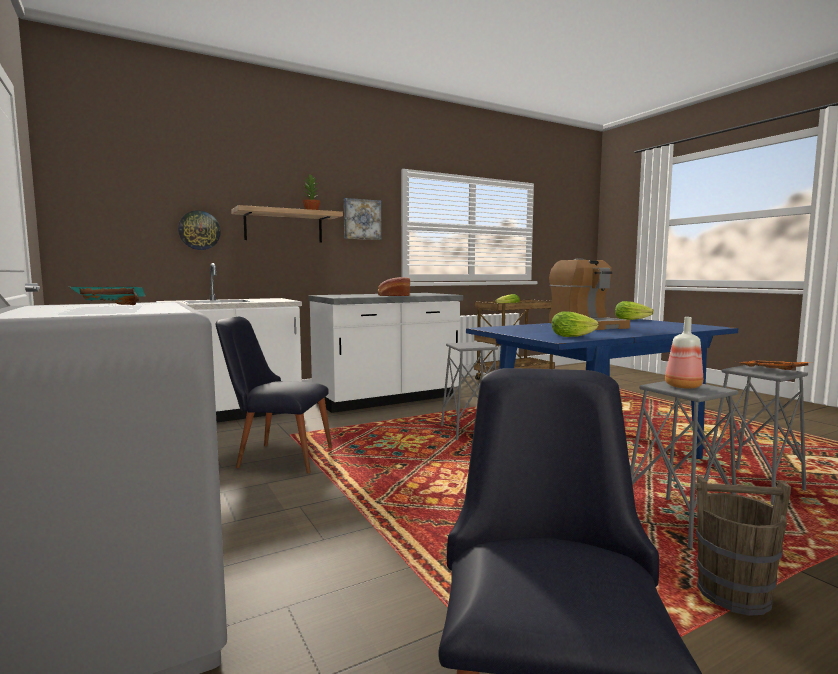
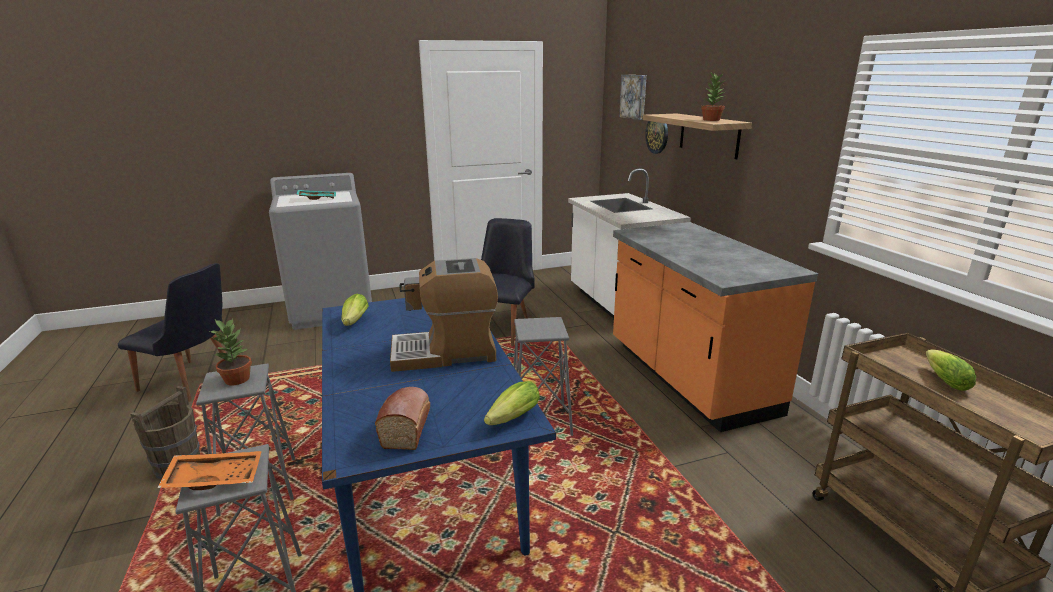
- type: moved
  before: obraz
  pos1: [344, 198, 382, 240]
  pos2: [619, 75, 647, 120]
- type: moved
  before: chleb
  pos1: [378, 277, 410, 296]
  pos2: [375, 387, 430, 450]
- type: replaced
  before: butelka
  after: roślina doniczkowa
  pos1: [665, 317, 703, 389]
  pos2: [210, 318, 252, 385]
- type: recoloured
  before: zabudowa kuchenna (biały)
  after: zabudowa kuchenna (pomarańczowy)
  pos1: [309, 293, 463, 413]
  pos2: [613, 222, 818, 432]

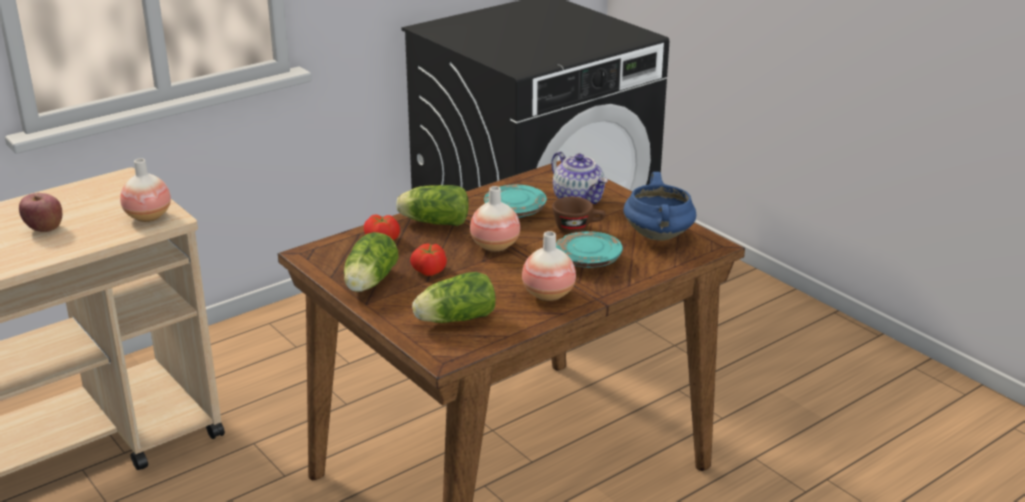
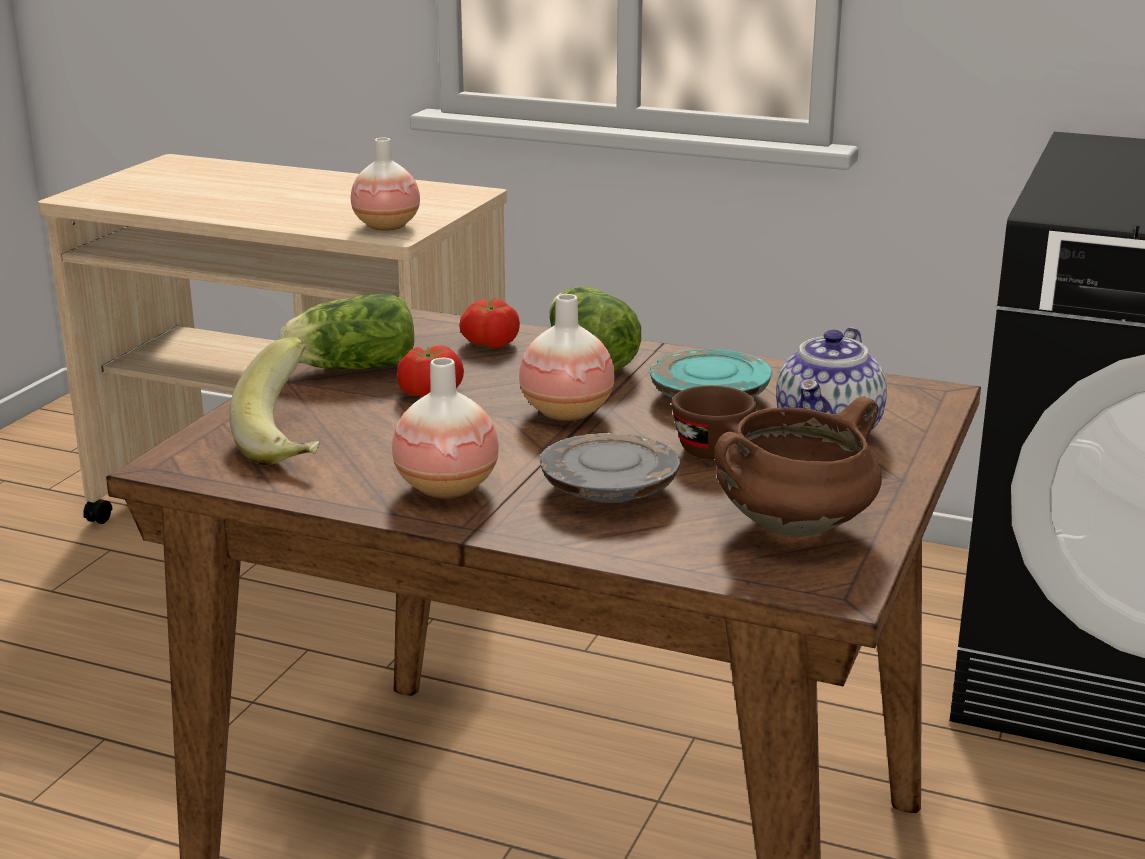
- type: removed
  before: jabłko
  pos1: [19, 193, 62, 232]
- type: replaced
  before: sałata
  after: banan
  pos1: [412, 272, 495, 323]
  pos2: [230, 337, 320, 465]
- type: recoloured
  before: talerz (turkusowy)
  after: talerz (szary)
  pos1: [556, 231, 623, 268]
  pos2: [540, 433, 680, 503]
- type: recoloured
  before: garnek (niebieski)
  after: garnek (brązowy)
  pos1: [623, 172, 696, 240]
  pos2: [715, 396, 882, 537]

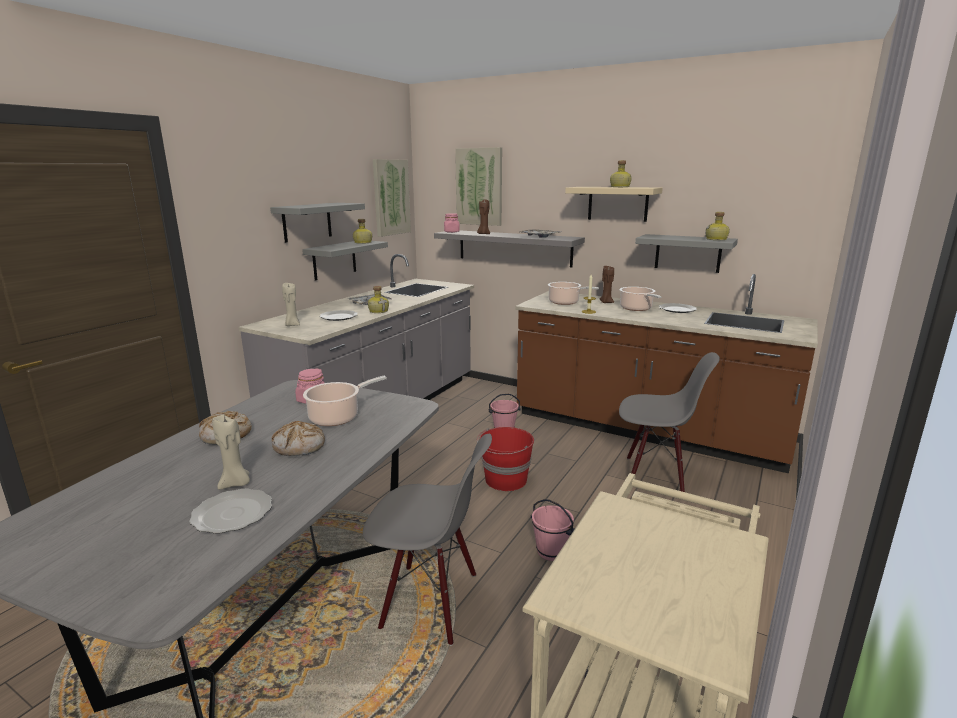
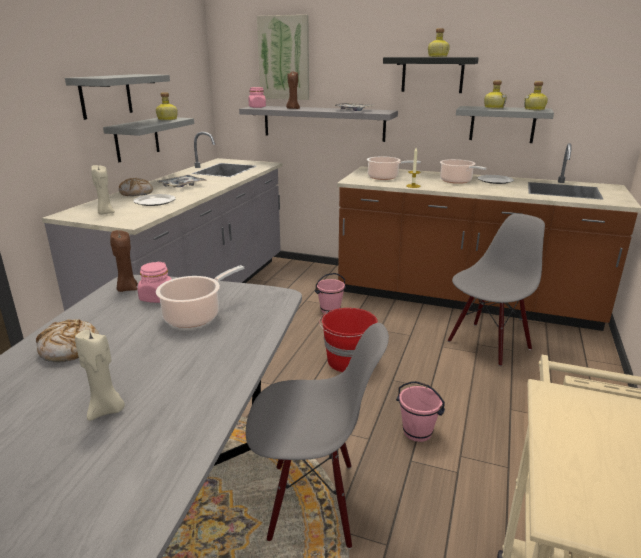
- type: removed
  before: talerz
  pos1: [189, 489, 272, 534]
- type: removed
  before: obraz
  pos1: [373, 159, 411, 237]
- type: moved
  before: chleb
  pos1: [272, 421, 325, 456]
  pos2: [119, 178, 153, 196]
- type: moved
  before: butelka
  pos1: [368, 286, 389, 313]
  pos2: [484, 80, 507, 109]
- type: moved
  before: świeca (brązowy)
  pos1: [599, 266, 614, 303]
  pos2: [110, 230, 138, 292]
- type: recoloured
  before: półka (beżowy)
  after: półka (czarny)
  pos1: [565, 187, 663, 222]
  pos2: [383, 57, 479, 93]
- type: turned
  before: krzesło (szary)
  pos1: [619, 352, 720, 492]
  pos2: [448, 213, 545, 366]
  turn: -45

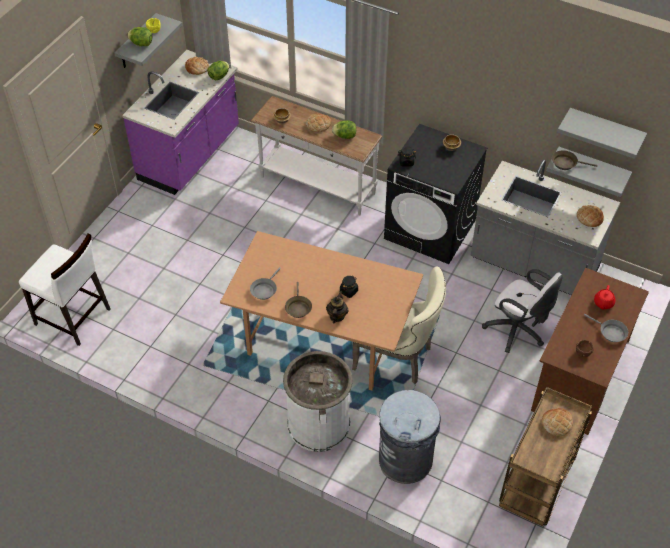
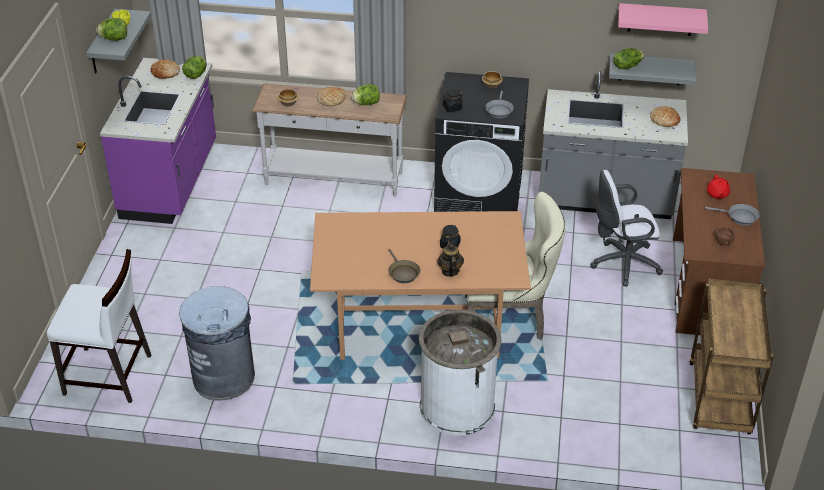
- type: removed
  before: chleb
  pos1: [542, 408, 573, 436]
- type: moved
  before: patelnia (szary)
  pos1: [250, 267, 281, 300]
  pos2: [485, 91, 514, 118]
- type: moved
  before: kosz na śmieci (szary)
  pos1: [379, 390, 441, 484]
  pos2: [179, 286, 255, 401]
- type: replaced
  before: patelnia (brązowy)
  after: sałata
  pos1: [552, 150, 597, 170]
  pos2: [613, 48, 645, 69]
- type: recoloured
  before: półka (szary)
  after: półka (różowy)
  pos1: [557, 108, 647, 159]
  pos2: [618, 3, 708, 36]
- type: turned
  before: krzesło biurowe (biały)
  pos1: [482, 269, 563, 353]
  pos2: [590, 170, 663, 286]
  turn: 150

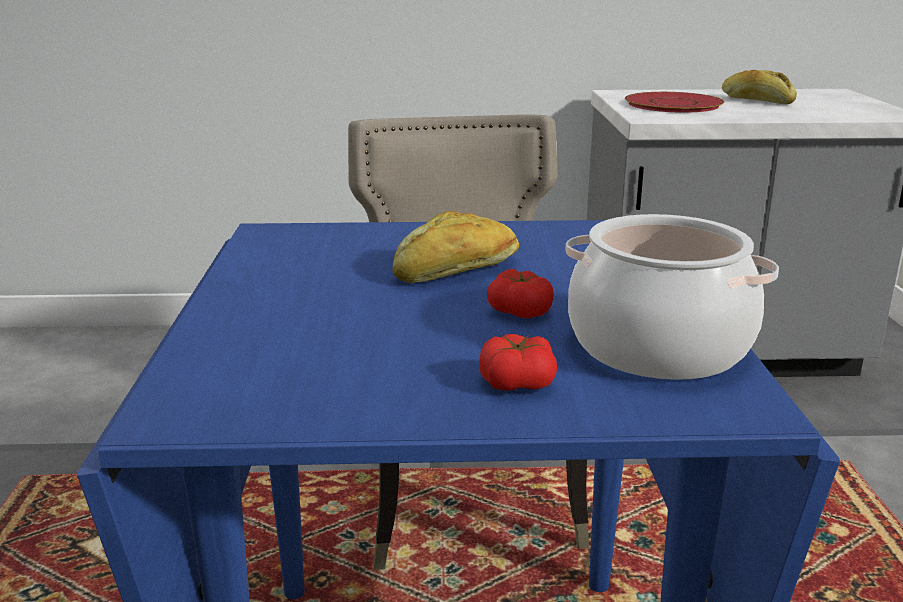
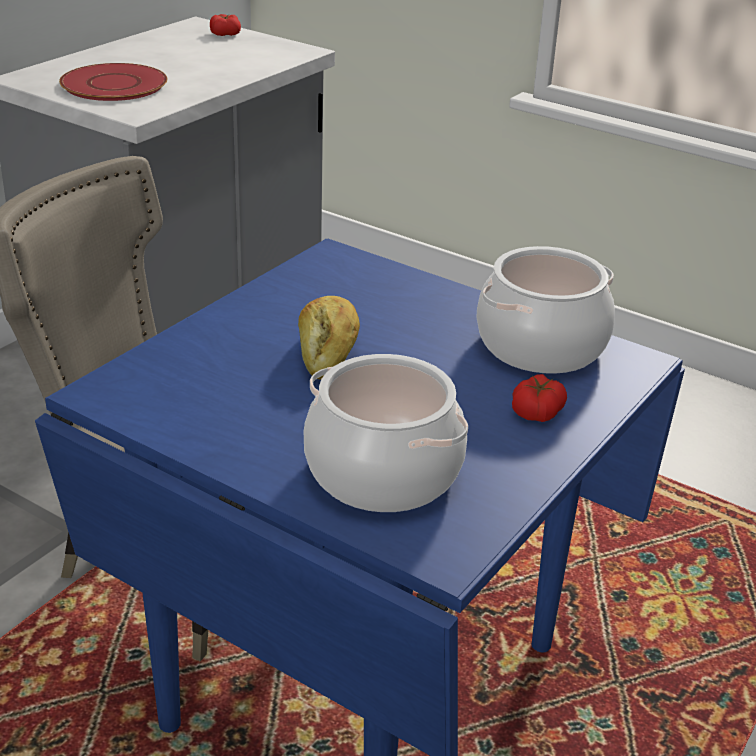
- type: removed
  before: chleb
  pos1: [722, 70, 797, 104]
- type: added
  after: garnek
  pos2: [304, 354, 468, 512]
- type: moved
  before: pomidor
  pos1: [487, 269, 554, 318]
  pos2: [210, 14, 241, 36]

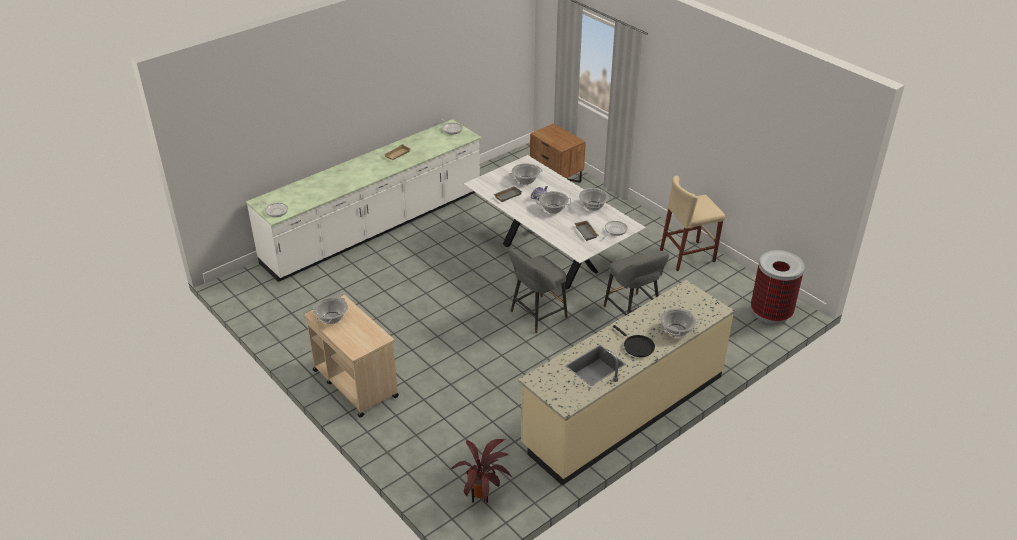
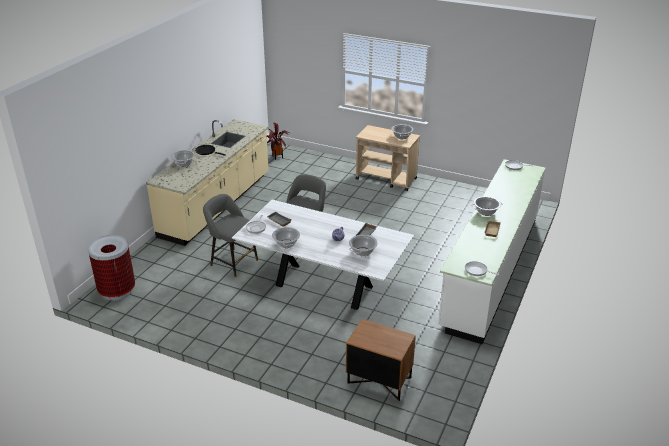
- type: removed
  before: stołek (beżowy)
  pos1: [660, 176, 725, 271]
- type: moved
  before: garnek
  pos1: [536, 191, 571, 214]
  pos2: [471, 196, 503, 216]

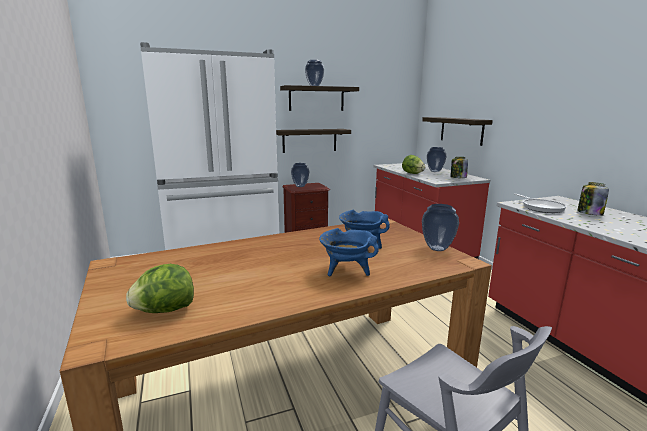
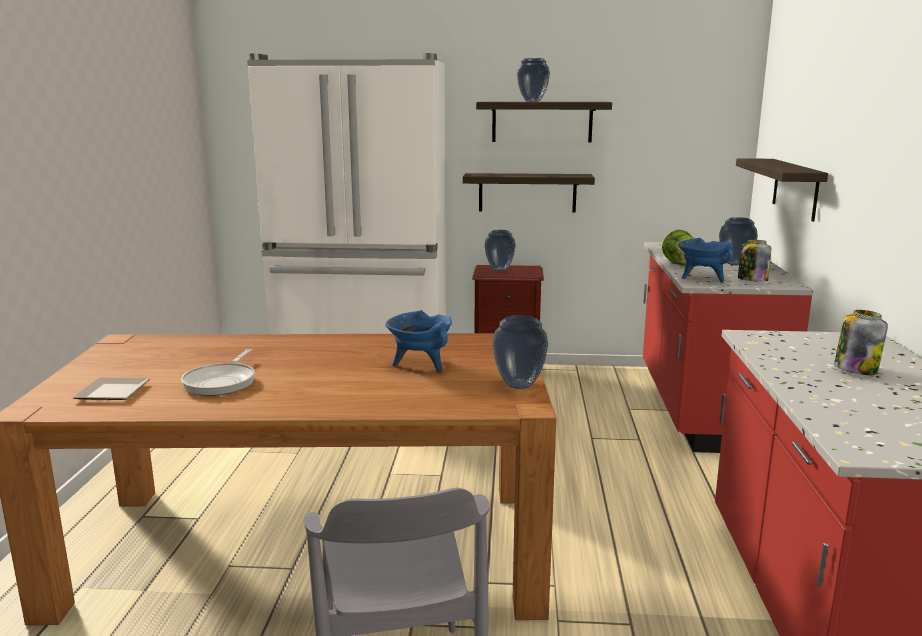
- type: moved
  before: garnek (niebieski)
  pos1: [319, 228, 379, 276]
  pos2: [678, 238, 733, 282]
- type: moved
  before: patelnia
  pos1: [514, 194, 567, 213]
  pos2: [181, 349, 255, 396]
- type: replaced
  before: sałata
  after: talerz
  pos1: [126, 264, 194, 313]
  pos2: [72, 377, 150, 400]

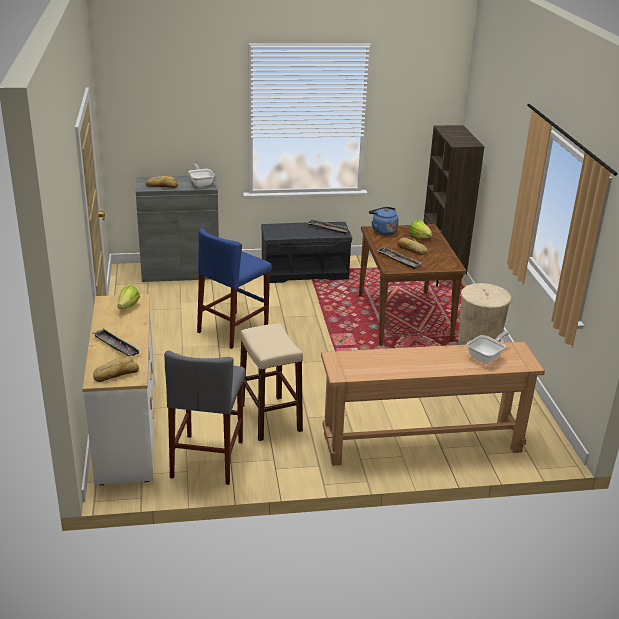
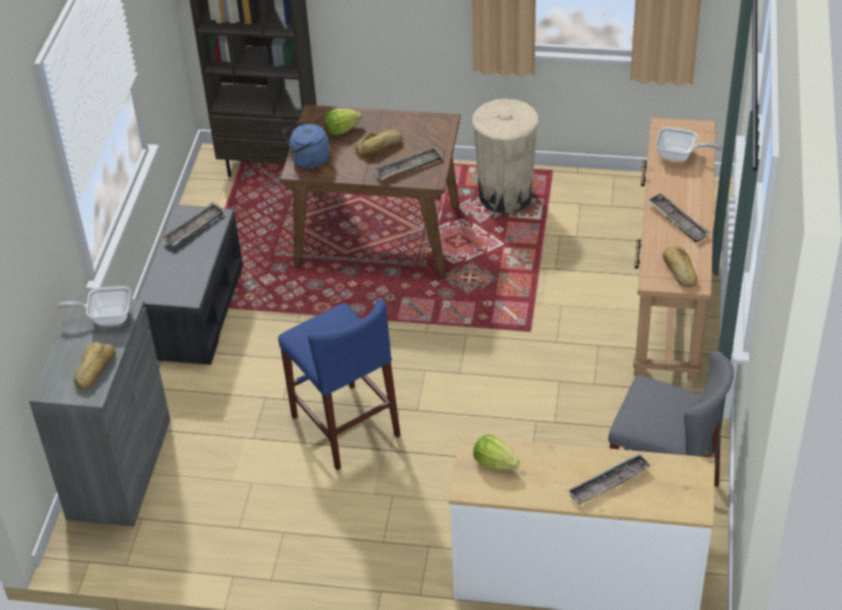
- type: removed
  before: stołek (beżowy)
  pos1: [240, 323, 303, 441]
- type: added
  after: taca
  pos2: [647, 193, 710, 243]
- type: moved
  before: chleb
  pos1: [93, 357, 139, 382]
  pos2: [663, 246, 697, 287]
- type: turned
  before: patelnia
  pos1: [467, 332, 509, 364]
  pos2: [655, 127, 723, 161]
  turn: 135

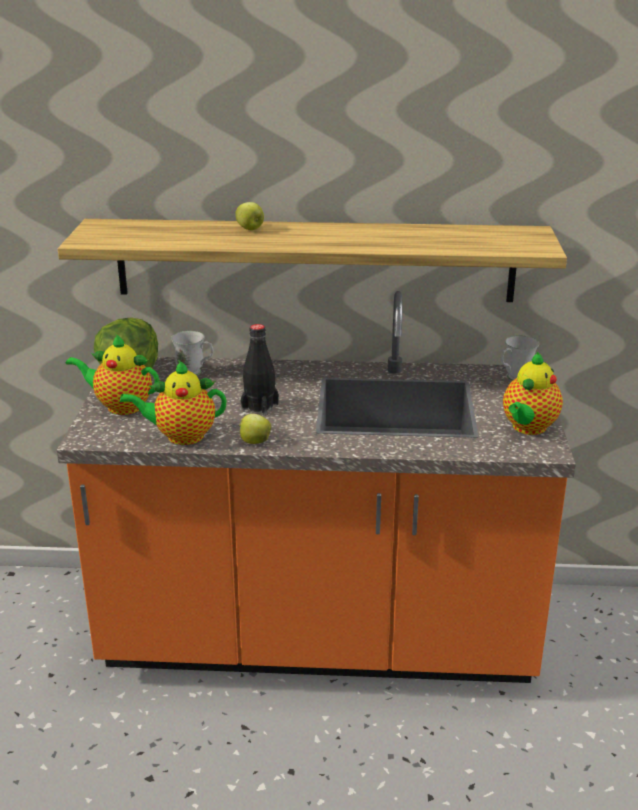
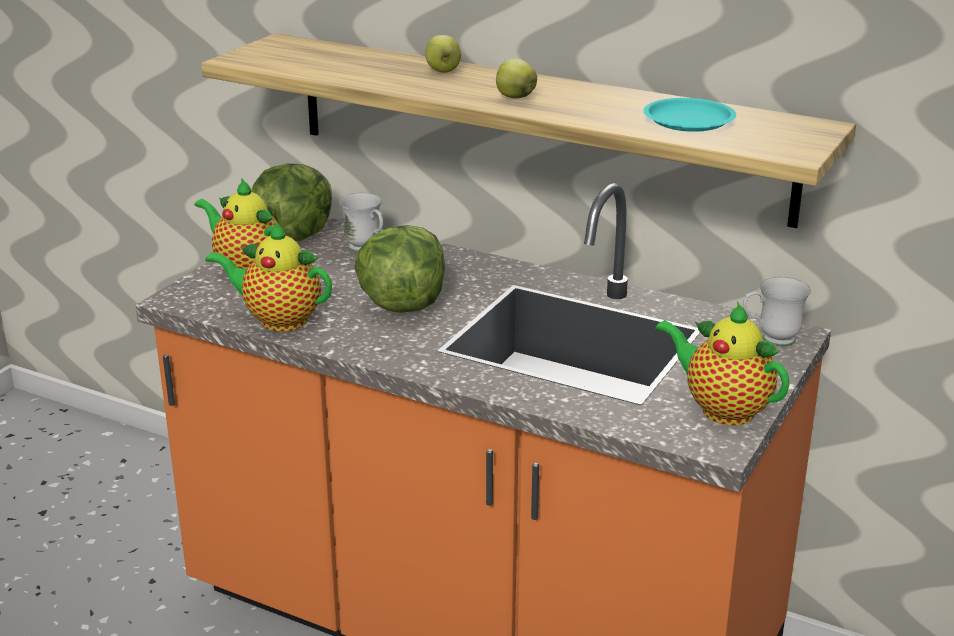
- type: added
  after: talerz (turkusowy)
  pos2: [643, 98, 736, 132]
- type: moved
  before: jabłko
  pos1: [239, 414, 271, 444]
  pos2: [496, 58, 537, 99]
- type: replaced
  before: butelka (czarny)
  after: sałata
  pos1: [241, 324, 279, 415]
  pos2: [354, 225, 445, 313]
- type: turned
  before: imbryk
  pos1: [503, 352, 563, 435]
  pos2: [655, 302, 790, 425]
  turn: 75

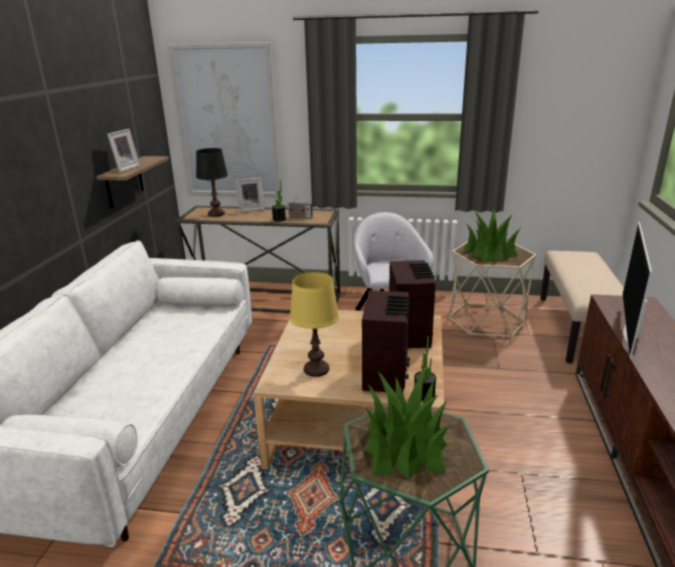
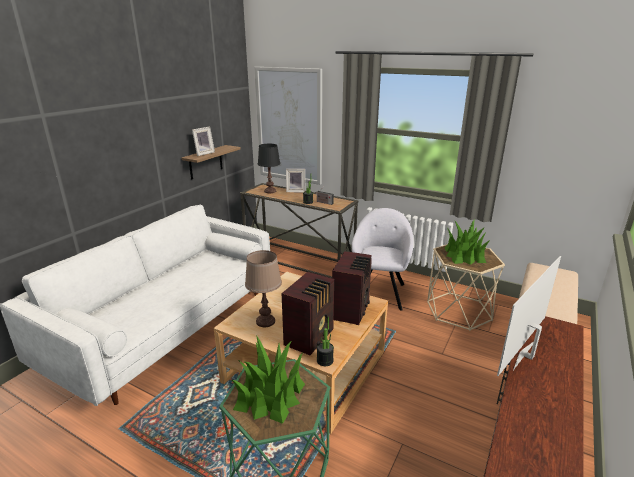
- type: recoloured
  before: lampa stołowa (żółty)
  after: lampa stołowa (brązowy)
  pos1: [289, 272, 339, 377]
  pos2: [245, 250, 282, 327]

